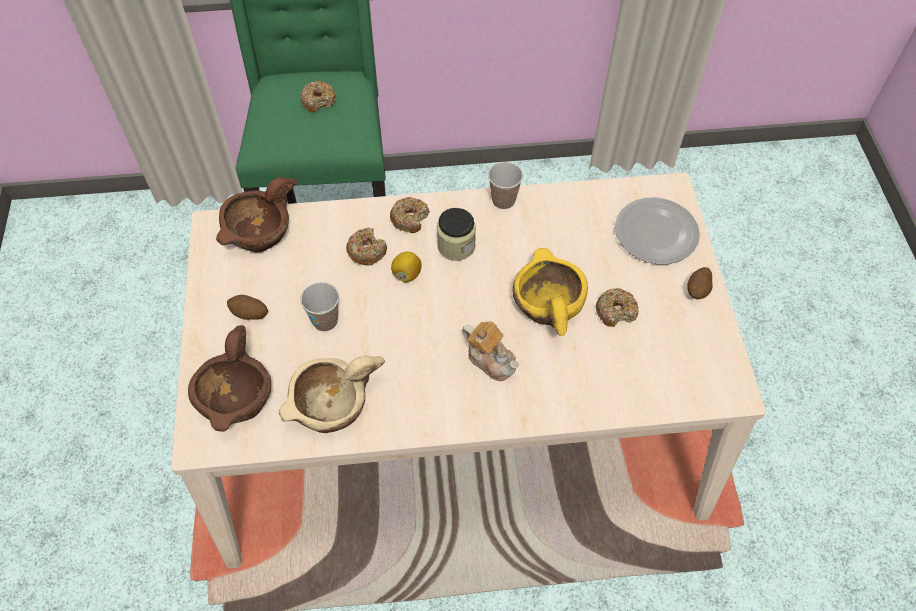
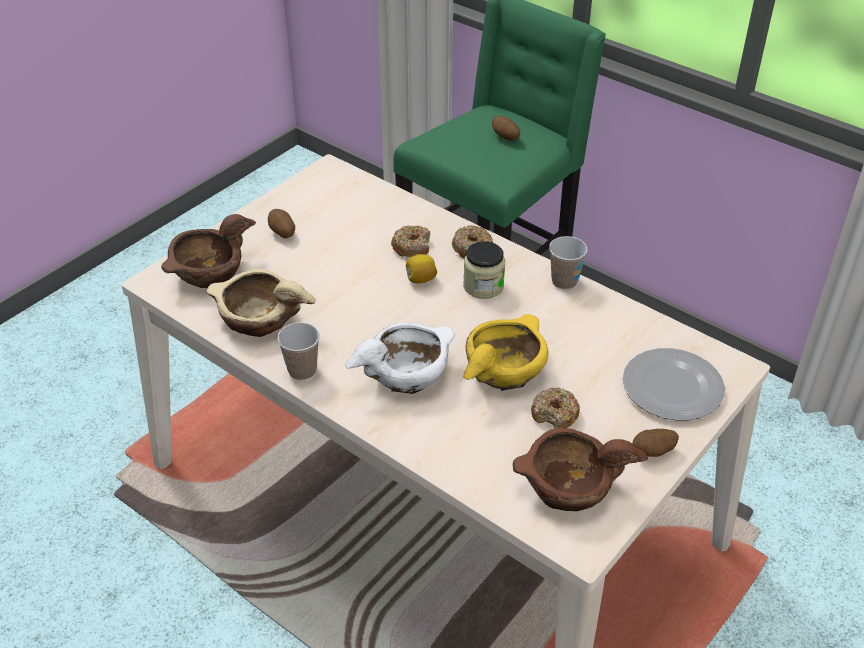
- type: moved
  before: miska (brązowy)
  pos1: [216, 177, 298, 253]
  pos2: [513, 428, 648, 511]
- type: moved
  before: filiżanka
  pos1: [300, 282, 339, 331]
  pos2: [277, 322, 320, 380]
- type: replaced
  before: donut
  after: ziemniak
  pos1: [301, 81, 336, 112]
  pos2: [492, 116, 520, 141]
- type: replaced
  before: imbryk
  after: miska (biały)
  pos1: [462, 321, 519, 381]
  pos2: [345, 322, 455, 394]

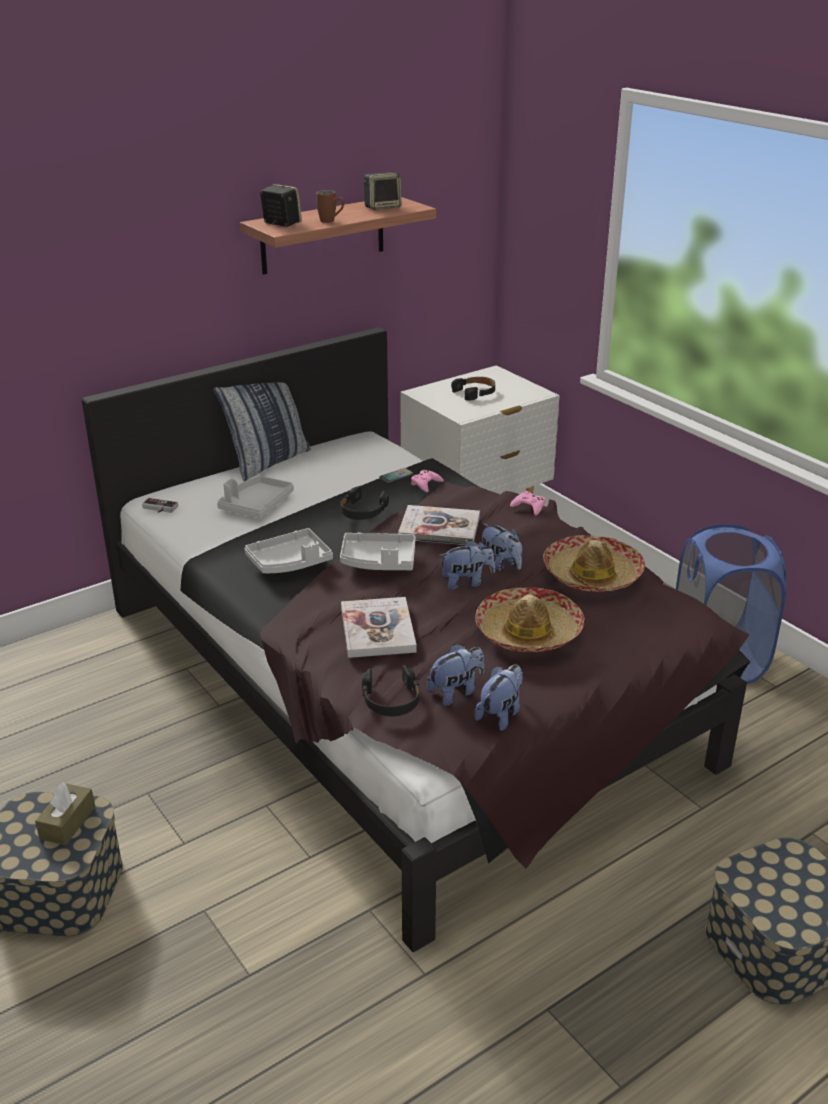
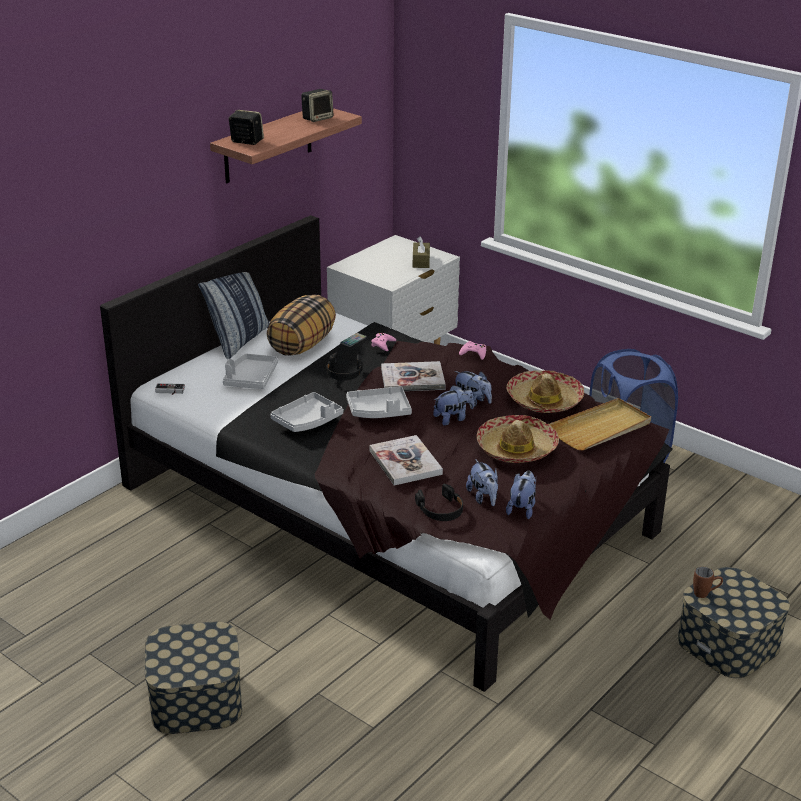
- type: removed
  before: słuchawki (czarny)
  pos1: [451, 377, 495, 401]
- type: added
  after: poduszka
  pos2: [267, 295, 336, 356]
- type: added
  after: taca (beżowy)
  pos2: [549, 398, 651, 451]
- type: moved
  before: pudełko chusteczek (brązowy)
  pos1: [35, 783, 95, 845]
  pos2: [413, 237, 430, 268]
- type: moved
  before: kubek (brązowy)
  pos1: [316, 190, 344, 223]
  pos2: [693, 567, 723, 598]
- type: turned
  before: pluszak
  pos1: [427, 644, 484, 706]
  pos2: [466, 459, 498, 506]
  turn: 120

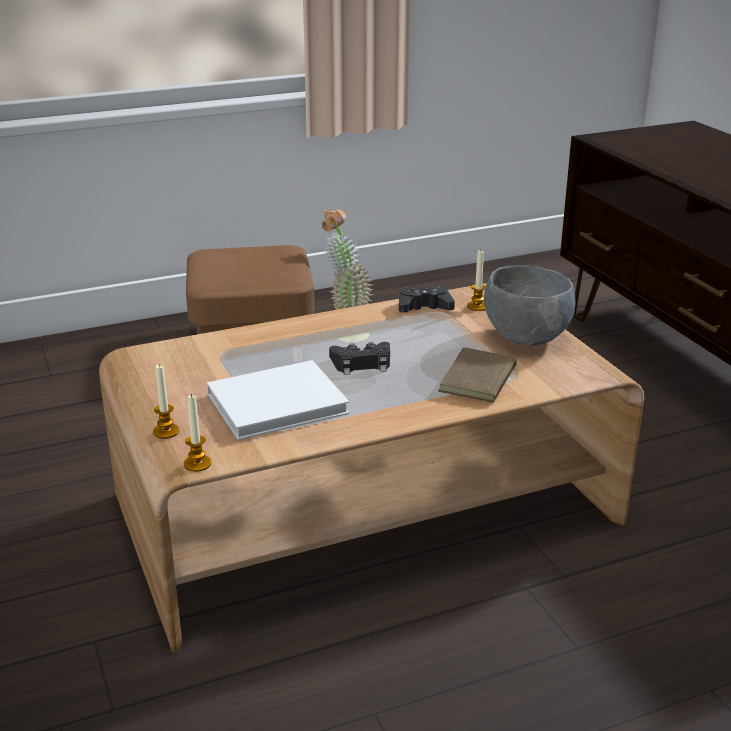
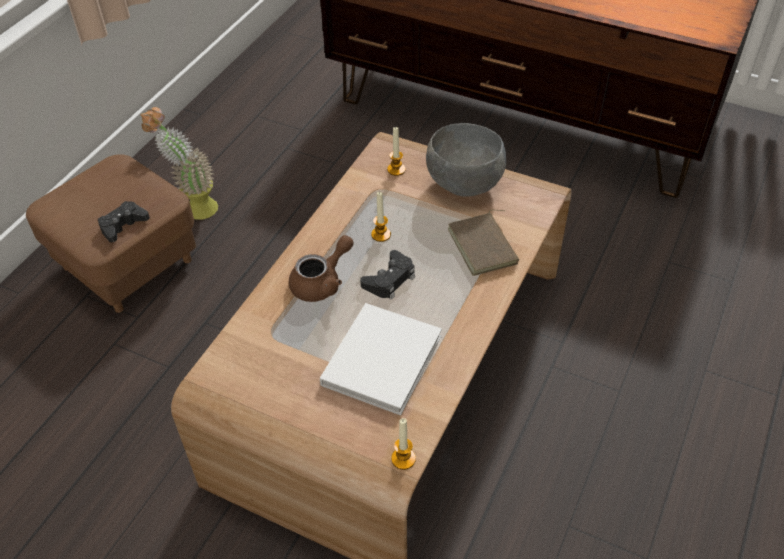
- type: added
  after: imbryk (brązowy)
  pos2: [289, 235, 354, 302]
- type: moved
  before: świeca
  pos1: [153, 364, 179, 439]
  pos2: [371, 191, 391, 242]
- type: moved
  before: pad do gier (czarny)
  pos1: [399, 286, 455, 313]
  pos2: [98, 201, 150, 242]

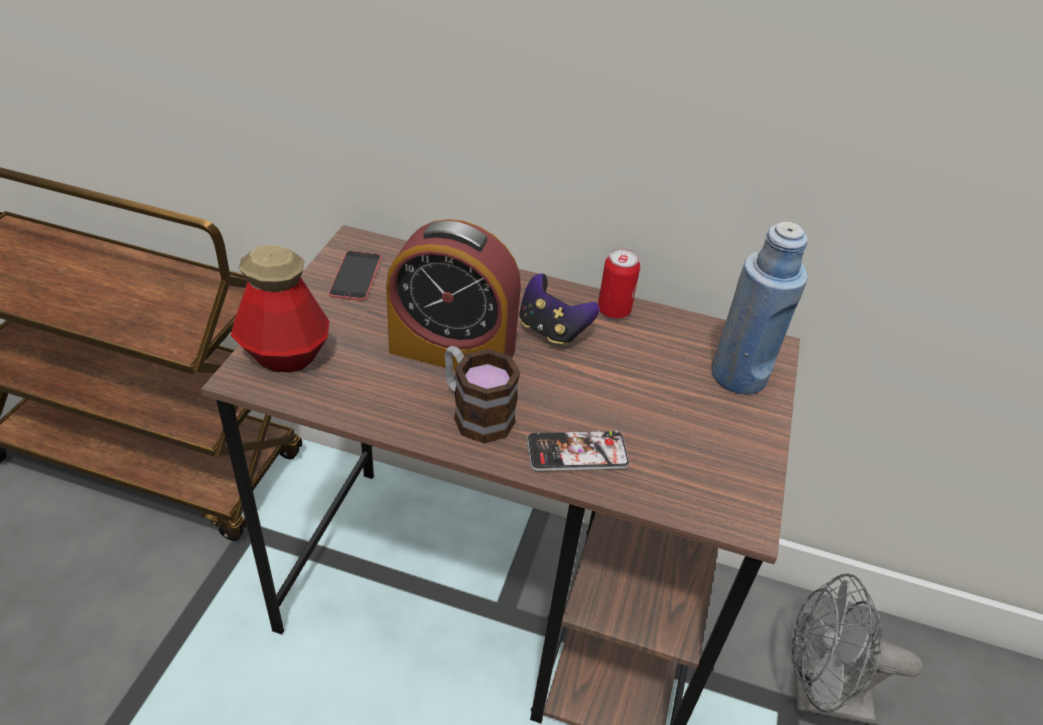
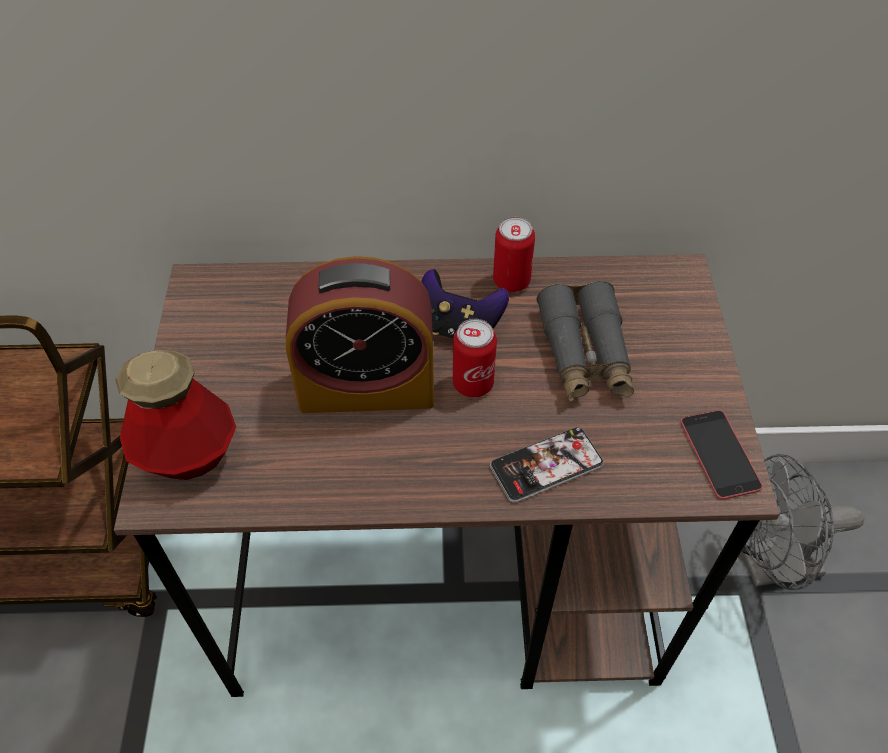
- type: removed
  before: kubek
  pos1: [445, 346, 520, 444]
- type: removed
  before: butelka (niebieski)
  pos1: [711, 221, 808, 394]
- type: added
  after: puszka
  pos2: [453, 319, 497, 398]
- type: added
  after: lornetka (szary)
  pos2: [536, 280, 634, 402]
- type: moved
  before: telefon
  pos1: [329, 251, 382, 301]
  pos2: [680, 410, 763, 499]

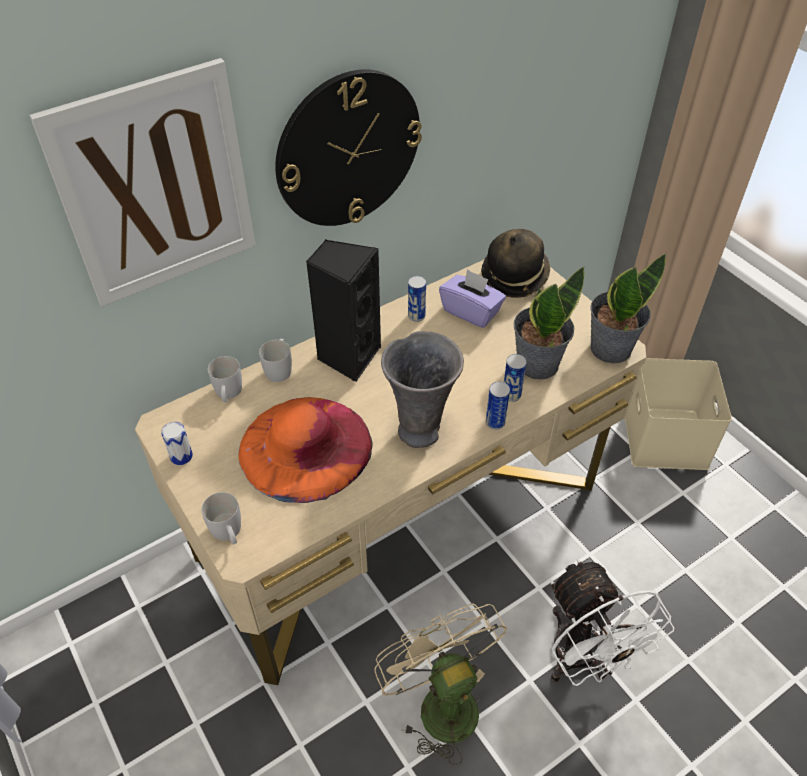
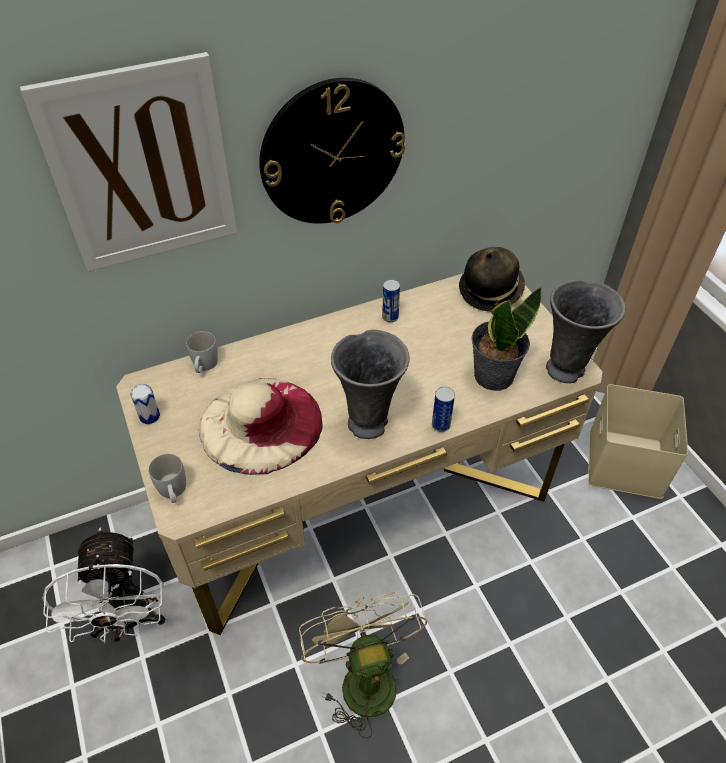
- type: removed
  before: kubek (biały)
  pos1: [259, 339, 292, 382]
- type: removed
  before: głośnik (czarny)
  pos1: [306, 240, 381, 382]
- type: removed
  before: pudełko chusteczek (fioletowy)
  pos1: [439, 269, 506, 328]
- type: removed
  before: puszka
  pos1: [504, 354, 527, 402]
- type: moved
  before: wentylator (biały)
  pos1: [550, 559, 674, 686]
  pos2: [42, 528, 165, 644]
- type: replaced
  before: roślina doniczkowa
  after: wazon (szary)
  pos1: [590, 253, 667, 363]
  pos2: [546, 280, 626, 383]
- type: recoloured
  before: kapelusz (pomarańczowy)
  after: kapelusz (beżowy)
  pos1: [239, 397, 372, 503]
  pos2: [199, 378, 323, 475]

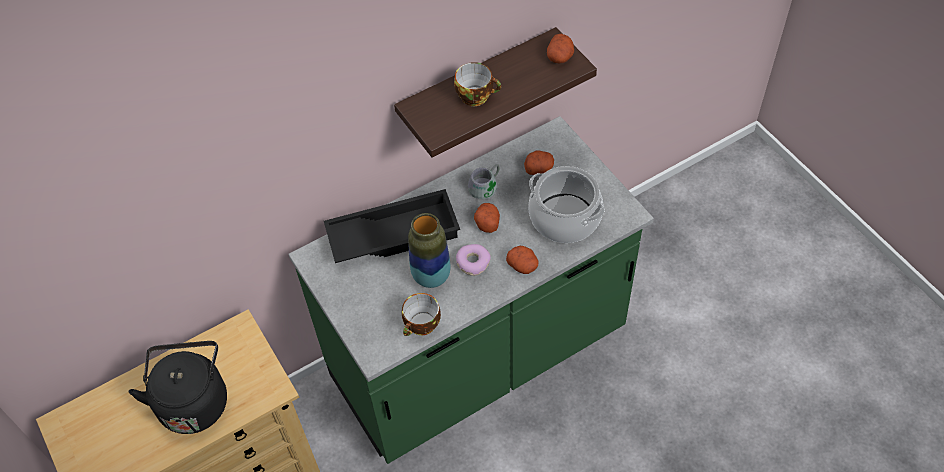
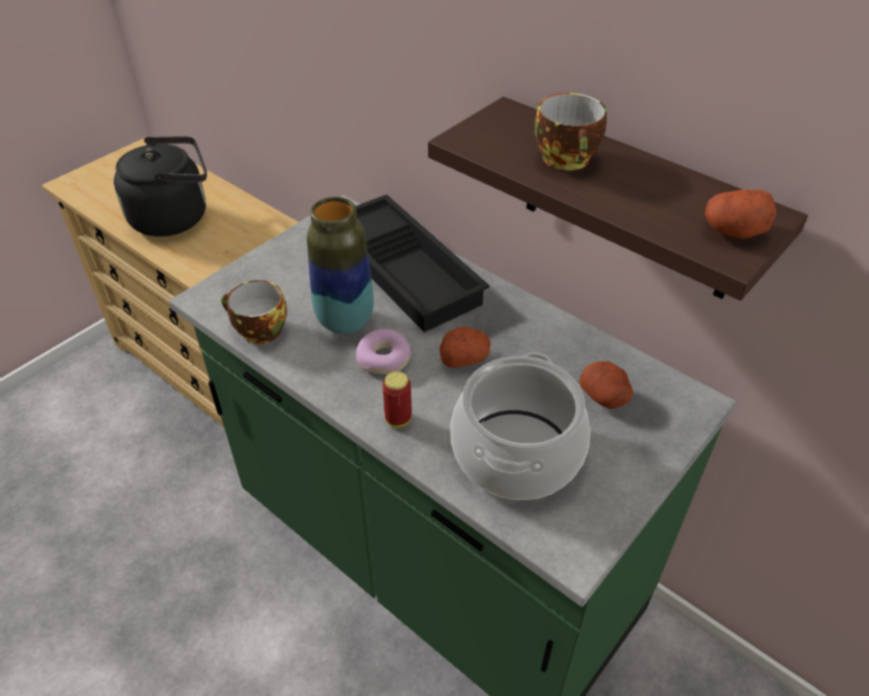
- type: removed
  before: kubek (szary)
  pos1: [468, 164, 507, 199]
- type: replaced
  before: ziemniak
  after: puszka
  pos1: [506, 246, 539, 274]
  pos2: [382, 371, 412, 427]

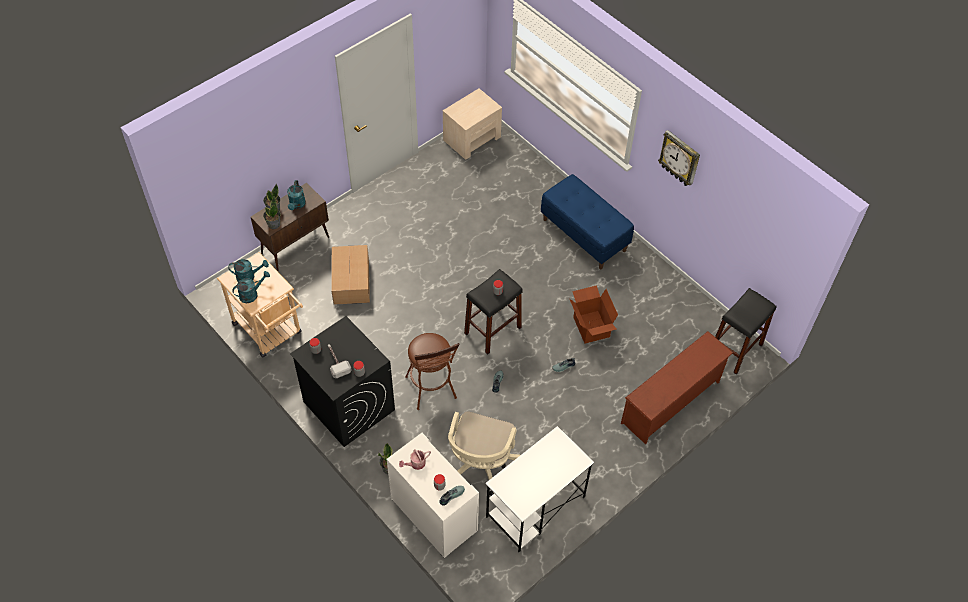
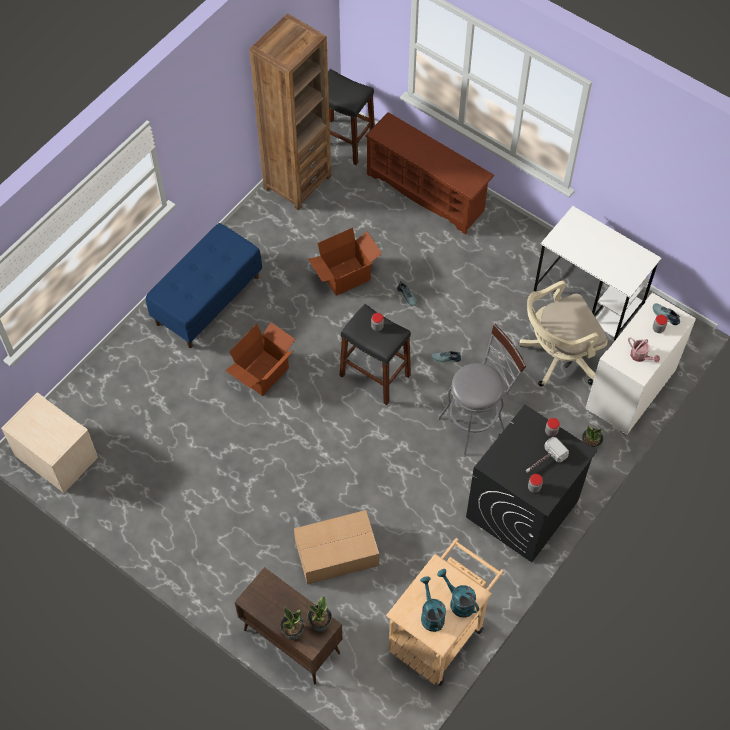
- type: removed
  before: konewka (turkusowy)
  pos1: [287, 180, 306, 210]
- type: removed
  before: zegar ścienny
  pos1: [658, 130, 700, 186]
- type: added
  after: karton
  pos2: [225, 322, 295, 396]
- type: added
  after: regał (brązowy)
  pos2: [249, 13, 331, 210]
- type: recoloured
  before: stołek (brązowy)
  after: stołek (szary)
  pos1: [405, 333, 459, 410]
  pos2: [438, 324, 527, 457]
- type: turned
  before: krzesło biurowe (beżowy)
  pos1: [448, 411, 520, 496]
  pos2: [519, 280, 608, 387]
  turn: 150

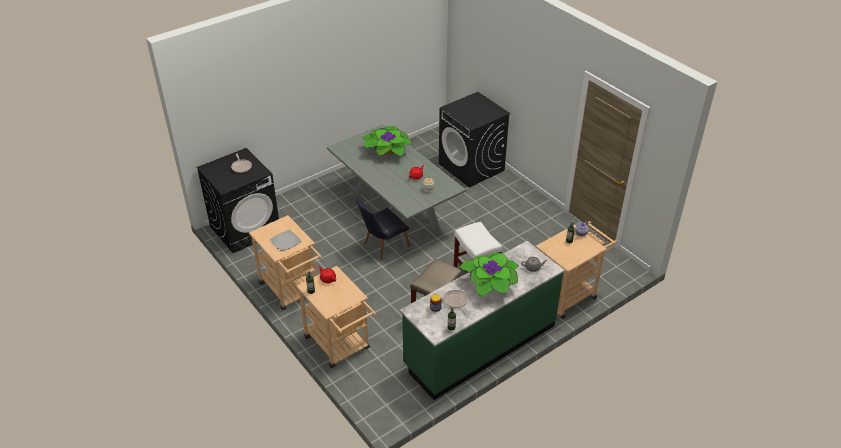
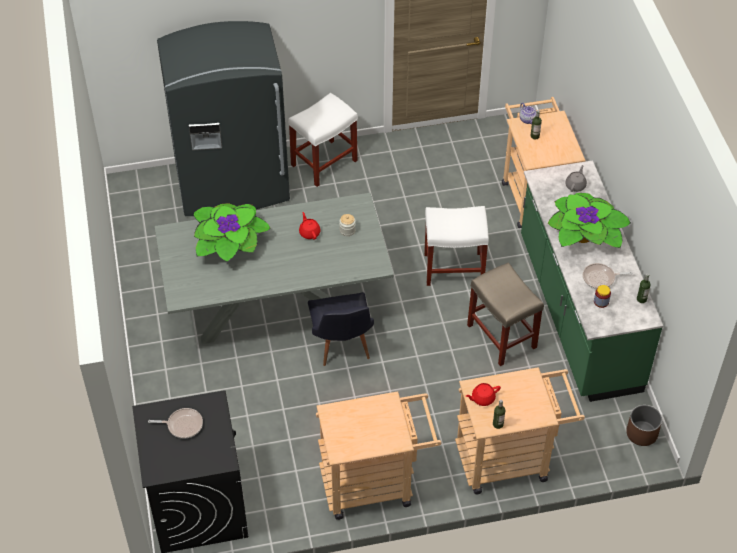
- type: removed
  before: talerz
  pos1: [270, 230, 301, 251]
- type: added
  after: stołek (biały)
  pos2: [288, 93, 358, 187]
- type: added
  after: donica (brązowy)
  pos2: [626, 405, 662, 446]
- type: replaced
  before: pralka (czarny)
  after: lodówka (szary)
  pos1: [439, 92, 511, 188]
  pos2: [157, 21, 290, 216]

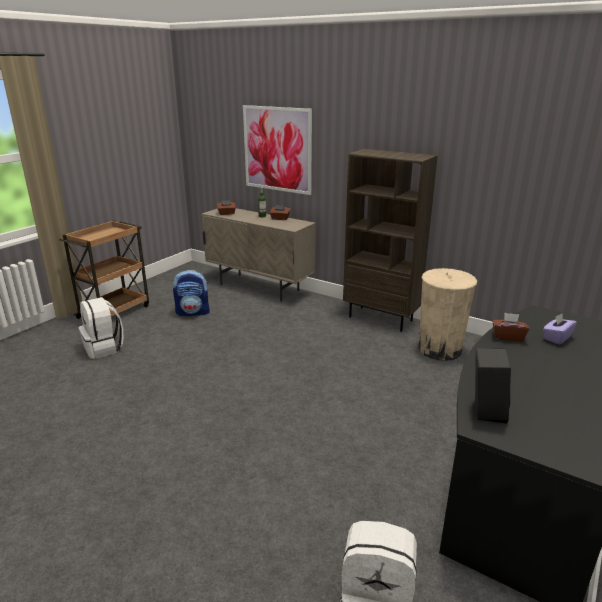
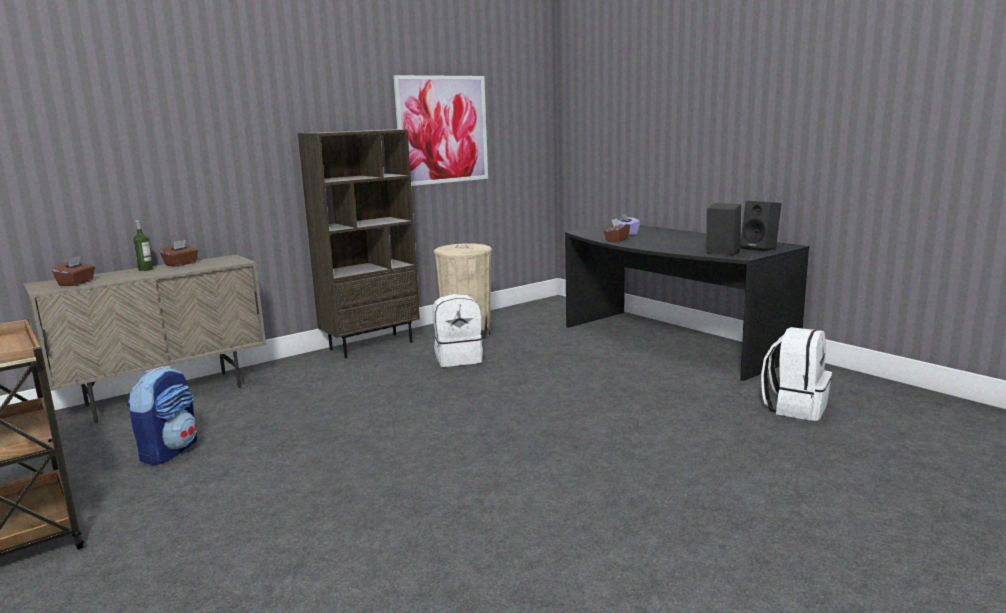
- type: added
  after: głośnik (czarny)
  pos2: [740, 201, 782, 252]
- type: moved
  before: plecak (biały)
  pos1: [79, 297, 123, 359]
  pos2: [433, 294, 483, 367]
- type: moved
  before: obraz
  pos1: [243, 105, 312, 195]
  pos2: [393, 75, 488, 186]

